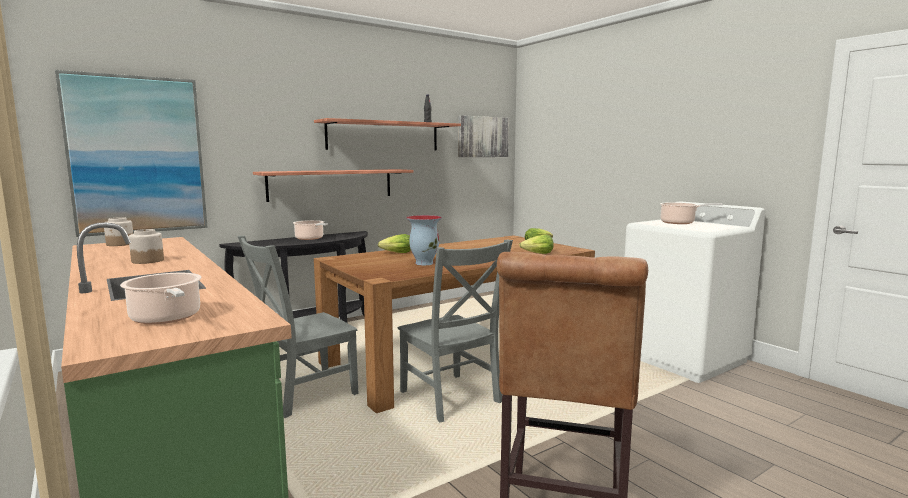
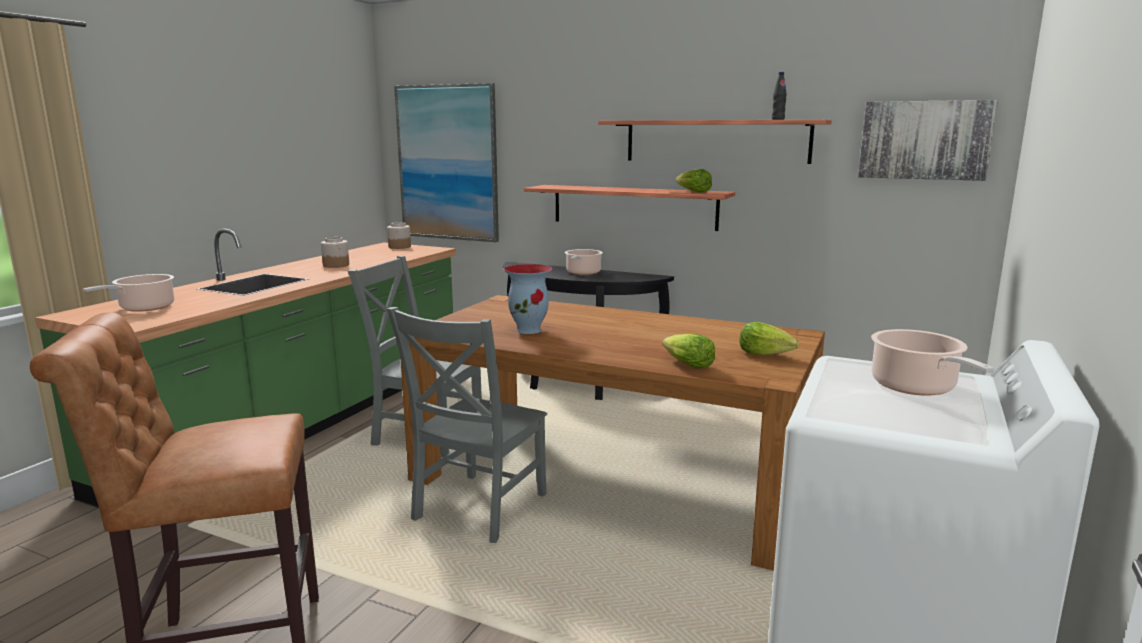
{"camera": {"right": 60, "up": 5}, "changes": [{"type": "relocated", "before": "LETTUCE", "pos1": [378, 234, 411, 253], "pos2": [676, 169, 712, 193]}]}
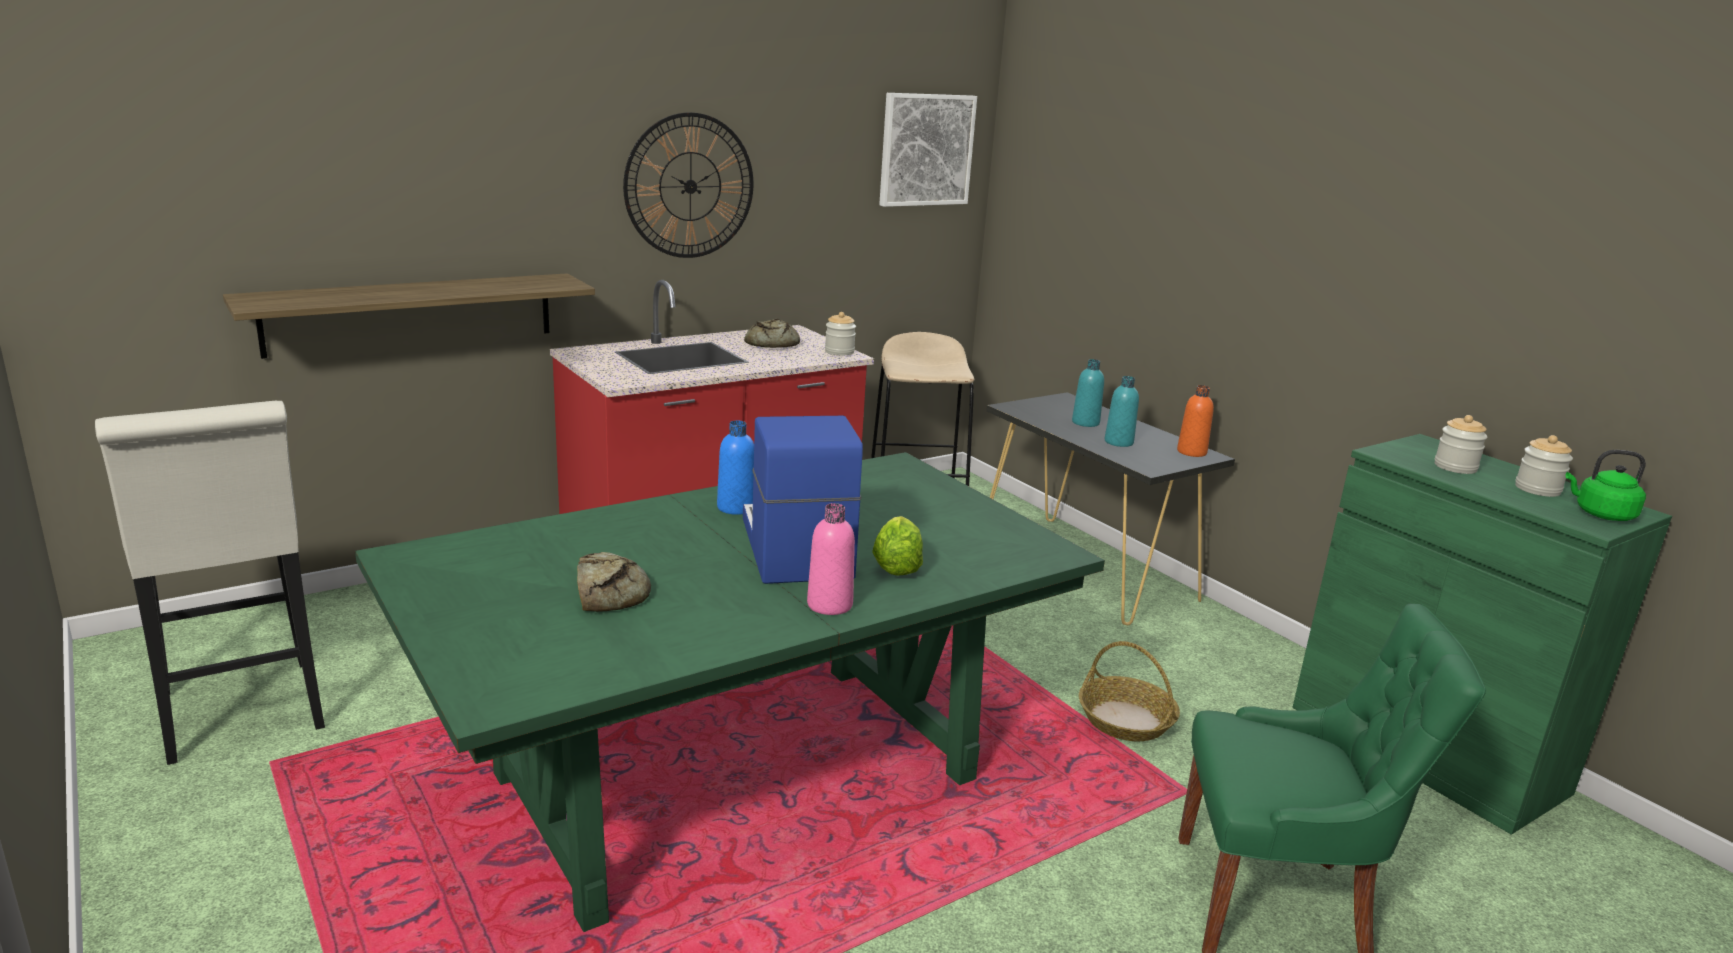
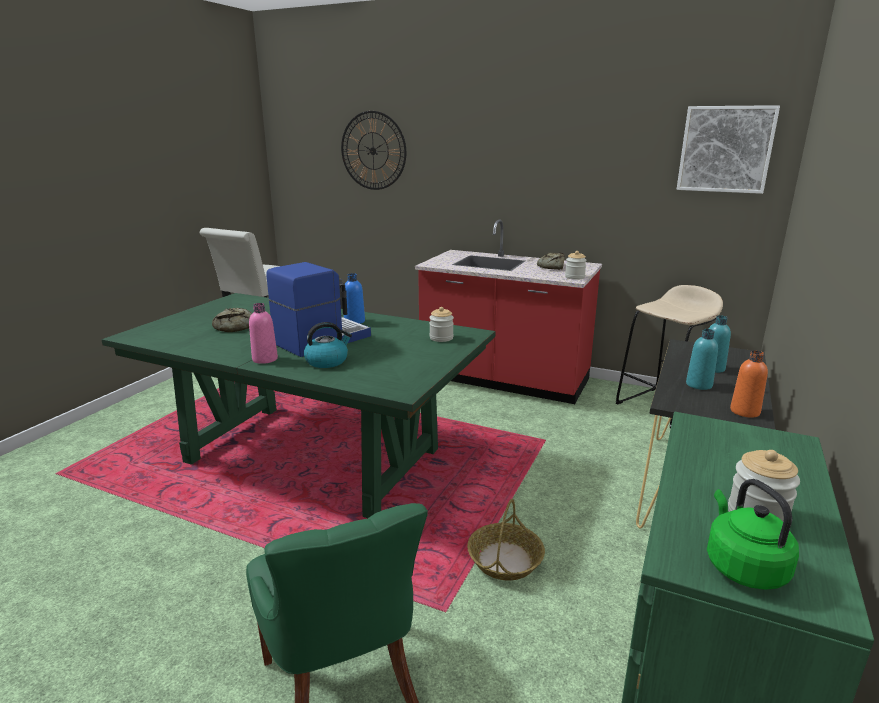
{"camera": {"right": 60, "up": 0}, "changes": [{"type": "missing", "before": "BRACKET SHELF", "pos1": [223, 273, 595, 359]}, {"type": "relocated", "before": "WALL CLOCK", "pos1": [623, 112, 754, 258], "pos2": [341, 111, 406, 190]}, {"type": "relocated", "before": "PRESERVE JAR", "pos1": [1435, 415, 1487, 474], "pos2": [429, 307, 454, 342]}, {"type": "exchanged", "before": "LETTUCE", "after": "WATER KETTLE", "pos1": [872, 516, 923, 576], "pos2": [304, 322, 352, 368]}]}
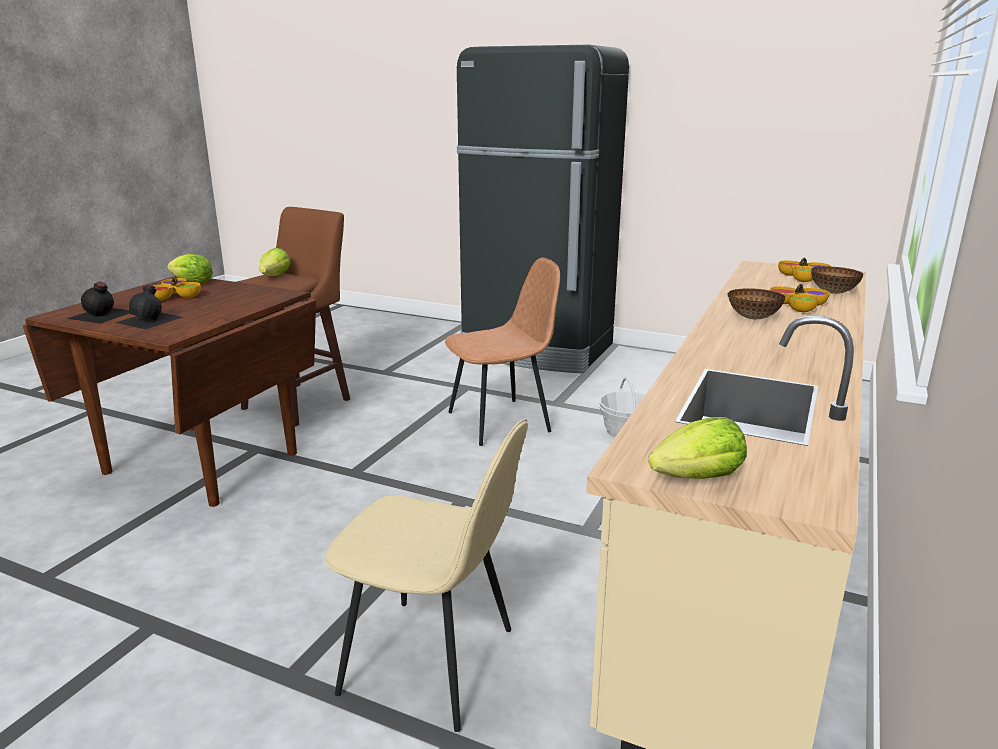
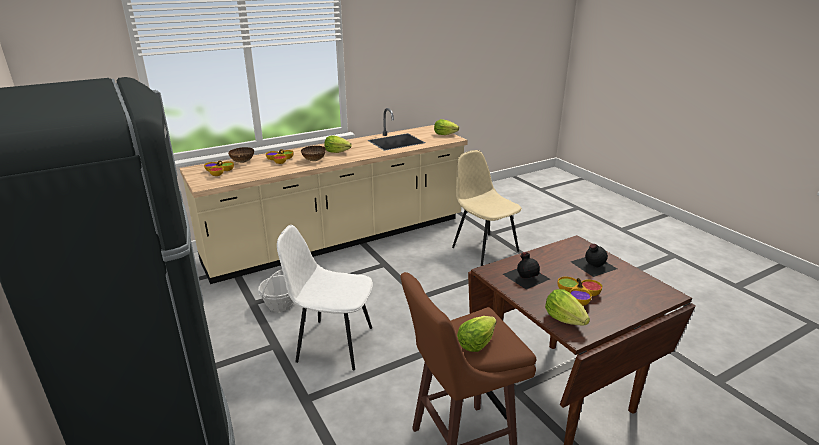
{"camera": {"right": -145, "up": 5}, "changes": [{"type": "appeared", "after": "LETTUCE", "pos2": [324, 135, 352, 153]}, {"type": "relocated", "before": "BLACKISH BOTTLE", "pos1": [67, 282, 130, 324], "pos2": [503, 252, 550, 290]}, {"type": "colour", "before": "BROWNISH UPRIGHT CHAIR", "after": "WHITE-COLOURED UPRIGHT CHAIR", "pos1": [445, 258, 560, 446], "pos2": [277, 225, 373, 370]}]}
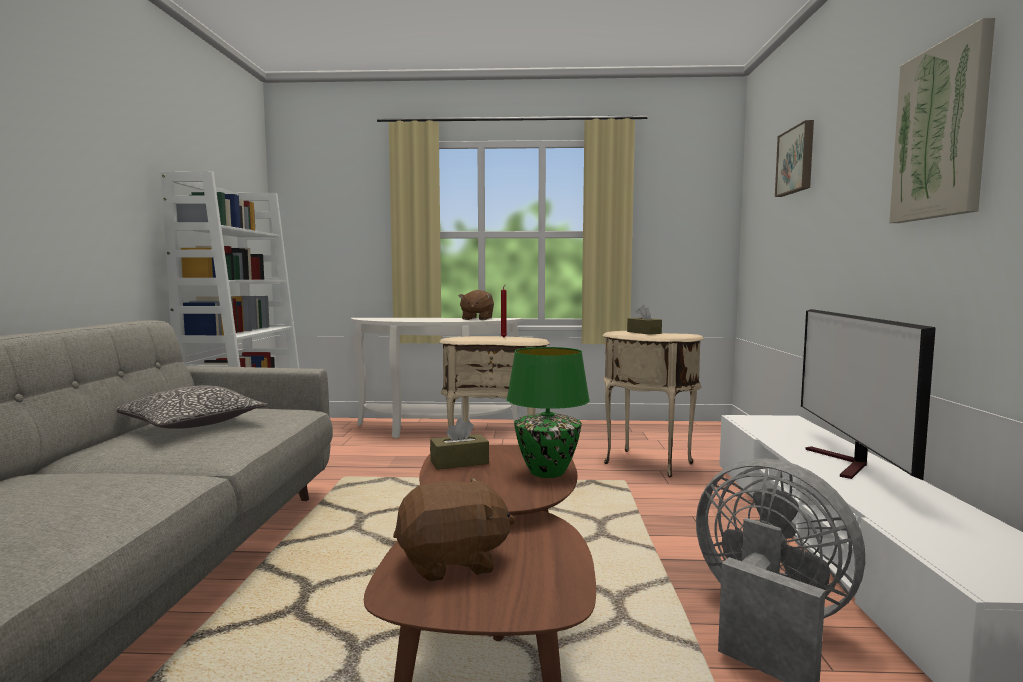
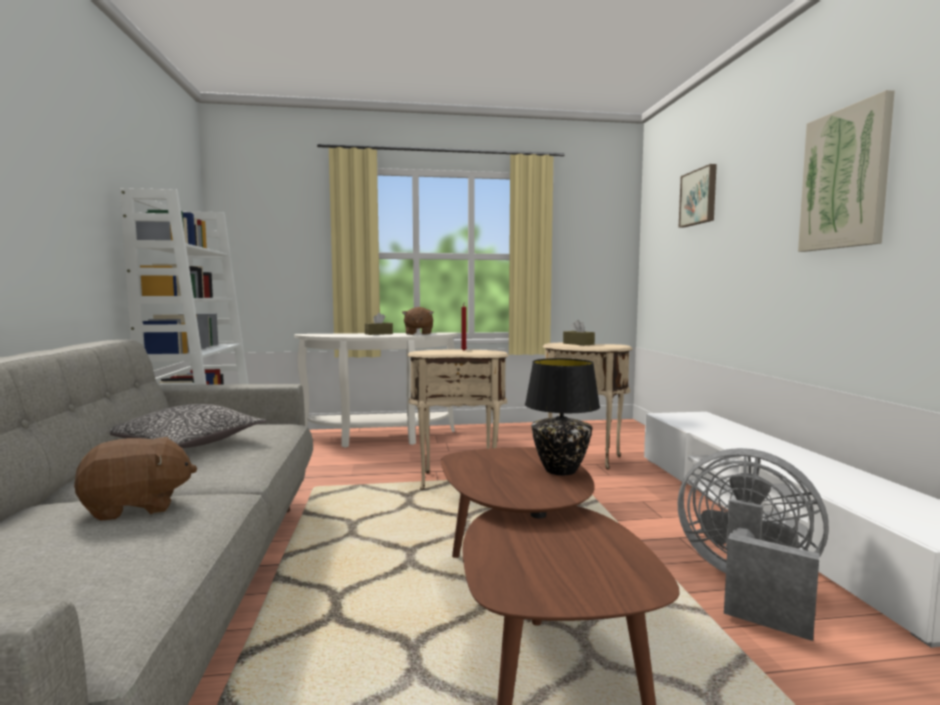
{"camera": {"right": -10, "up": 0}, "changes": [{"type": "missing", "before": "TV", "pos1": [801, 309, 936, 480]}, {"type": "relocated", "before": "BROWNISH CUDDLY TOY", "pos1": [393, 477, 515, 582], "pos2": [74, 437, 197, 520]}, {"type": "relocated", "before": "BROWNISH BOX OF TISSUES", "pos1": [430, 418, 489, 470], "pos2": [365, 313, 393, 335]}, {"type": "colour", "before": "GREEN-COLOURED TABLETOP LAMP", "after": "BLACKISH TABLETOP LAMP", "pos1": [507, 347, 590, 478], "pos2": [525, 358, 600, 476]}]}
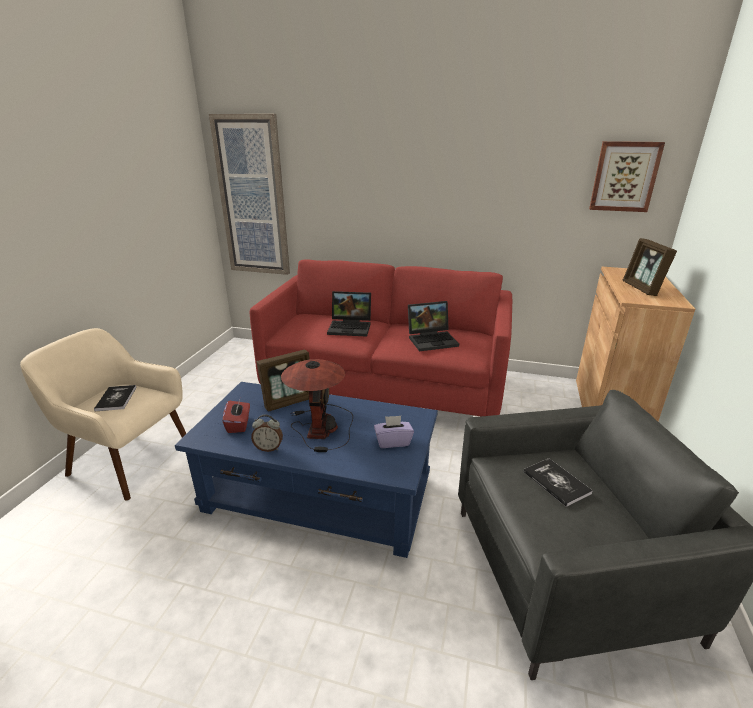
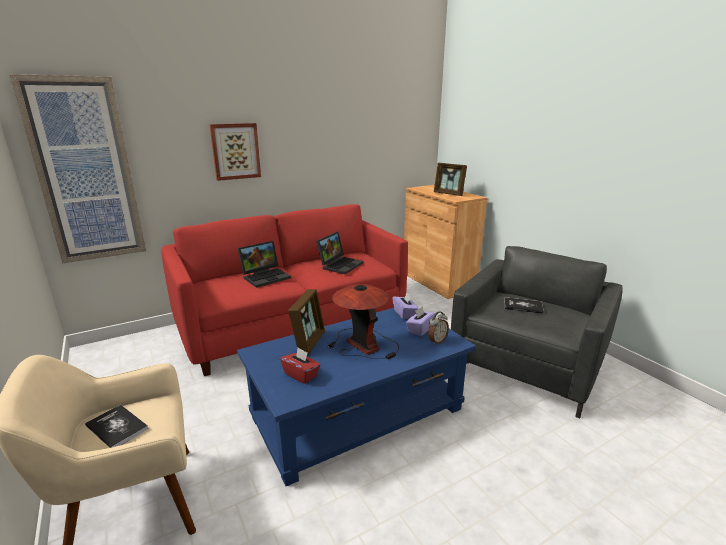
{"camera": {"right": -45, "up": -5}, "changes": [{"type": "appeared", "after": "PURPLISH BOX OF TISSUES", "pos2": [392, 292, 419, 320]}, {"type": "relocated", "before": "BEDSIDE CLOCK", "pos1": [251, 414, 283, 452], "pos2": [428, 311, 449, 345]}, {"type": "relocated", "before": "WALL ART", "pos1": [589, 141, 665, 212], "pos2": [209, 123, 261, 181]}]}
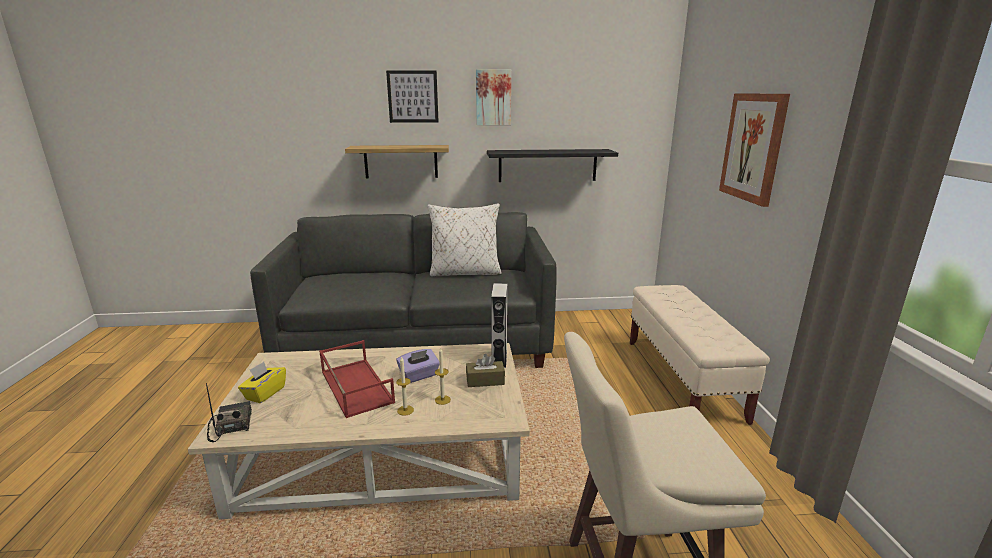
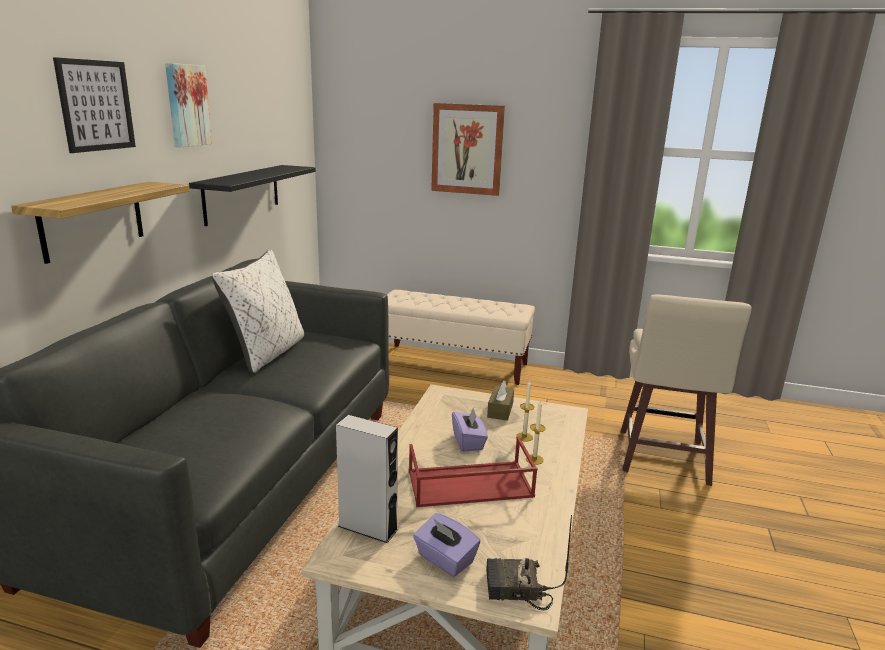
{"camera": {"right": -70, "up": 0}, "changes": [{"type": "relocated", "before": "GREYISH SPEAKER", "pos1": [491, 283, 507, 368], "pos2": [336, 415, 398, 543]}, {"type": "colour", "before": "YELLOWISH BOX OF TISSUES", "after": "PURPLISH BOX OF TISSUES", "pos1": [238, 362, 286, 403], "pos2": [413, 513, 480, 577]}]}
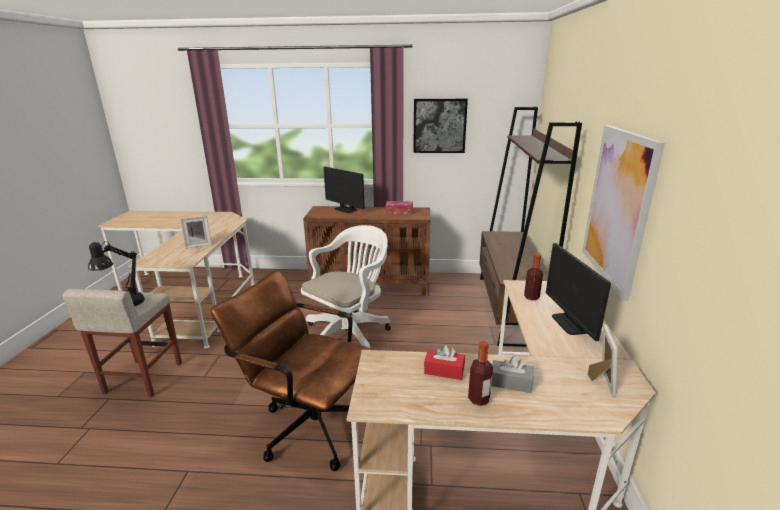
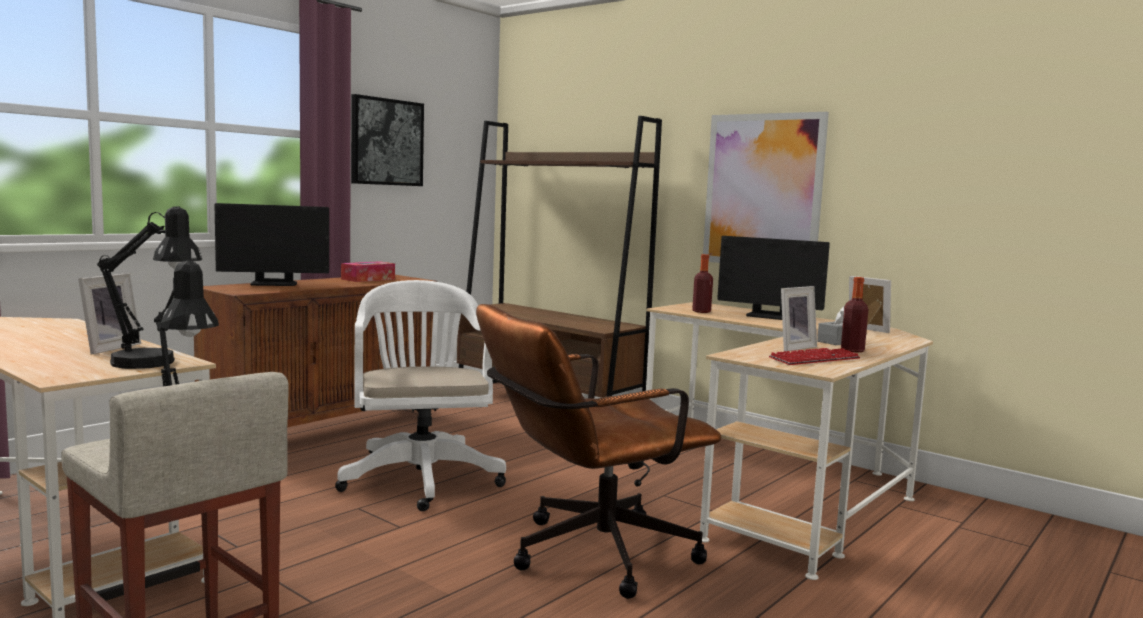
{"camera": {"right": -55, "up": -15}, "changes": [{"type": "appeared", "after": "BLACKISH TABLETOP LAMP", "pos2": [97, 206, 202, 369]}, {"type": "appeared", "after": "COMPUTER KEYBOARD", "pos2": [769, 348, 860, 365]}, {"type": "exchanged", "before": "REDDISH BOX OF TISSUES", "after": "PICTURE FRAME", "pos1": [424, 345, 465, 380], "pos2": [781, 286, 817, 351]}]}
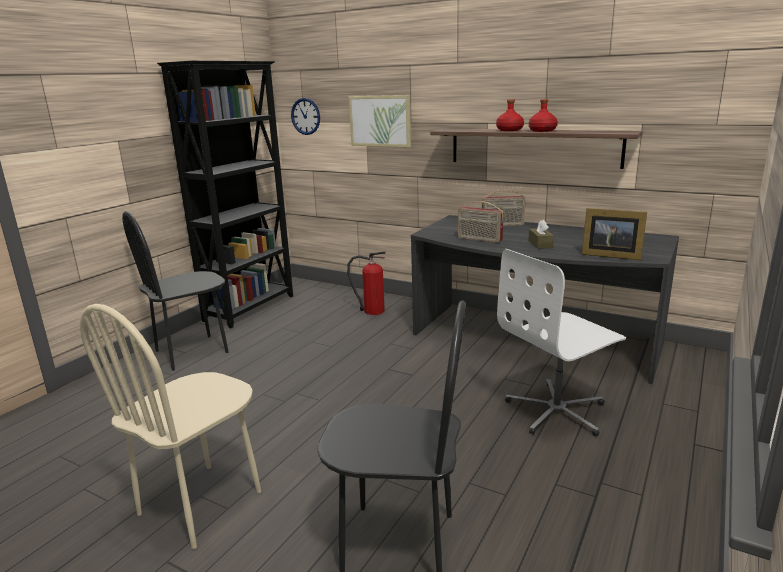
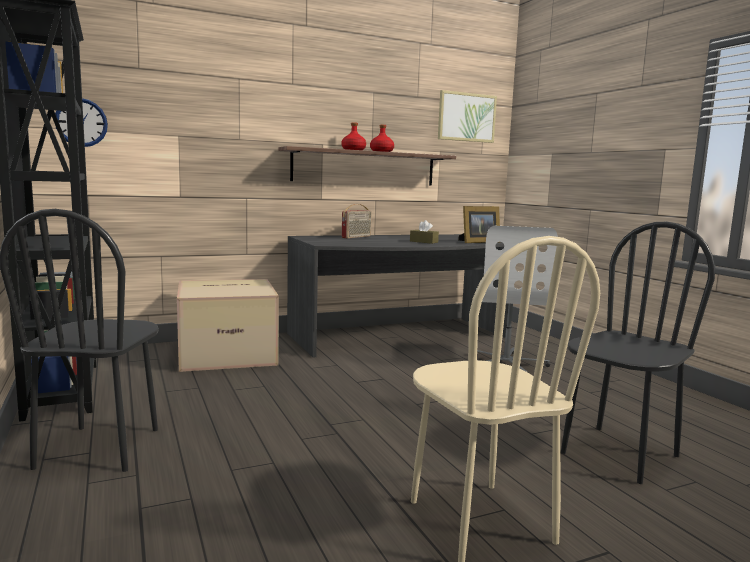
{"camera": {"right": -55, "up": -10}, "changes": [{"type": "missing", "before": "RADIO RECEIVER", "pos1": [458, 201, 504, 243]}, {"type": "relocated", "before": "WALL ART", "pos1": [349, 95, 411, 147], "pos2": [438, 90, 497, 143]}, {"type": "exchanged", "before": "FIRE-FIGHTING CYLINDER", "after": "CARDBOARD BOX", "pos1": [347, 252, 386, 315], "pos2": [177, 279, 279, 372]}]}
